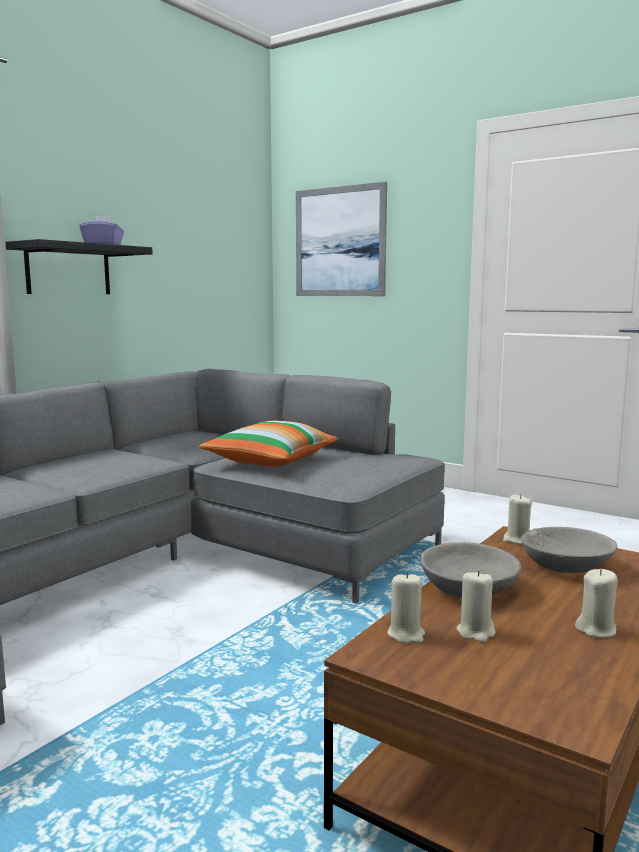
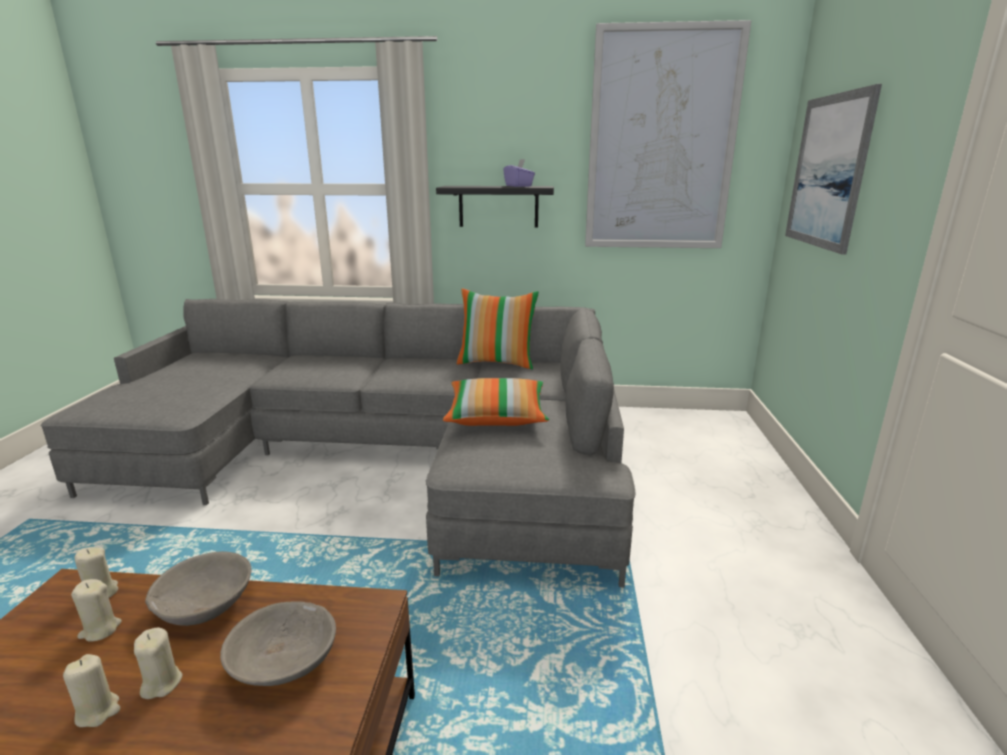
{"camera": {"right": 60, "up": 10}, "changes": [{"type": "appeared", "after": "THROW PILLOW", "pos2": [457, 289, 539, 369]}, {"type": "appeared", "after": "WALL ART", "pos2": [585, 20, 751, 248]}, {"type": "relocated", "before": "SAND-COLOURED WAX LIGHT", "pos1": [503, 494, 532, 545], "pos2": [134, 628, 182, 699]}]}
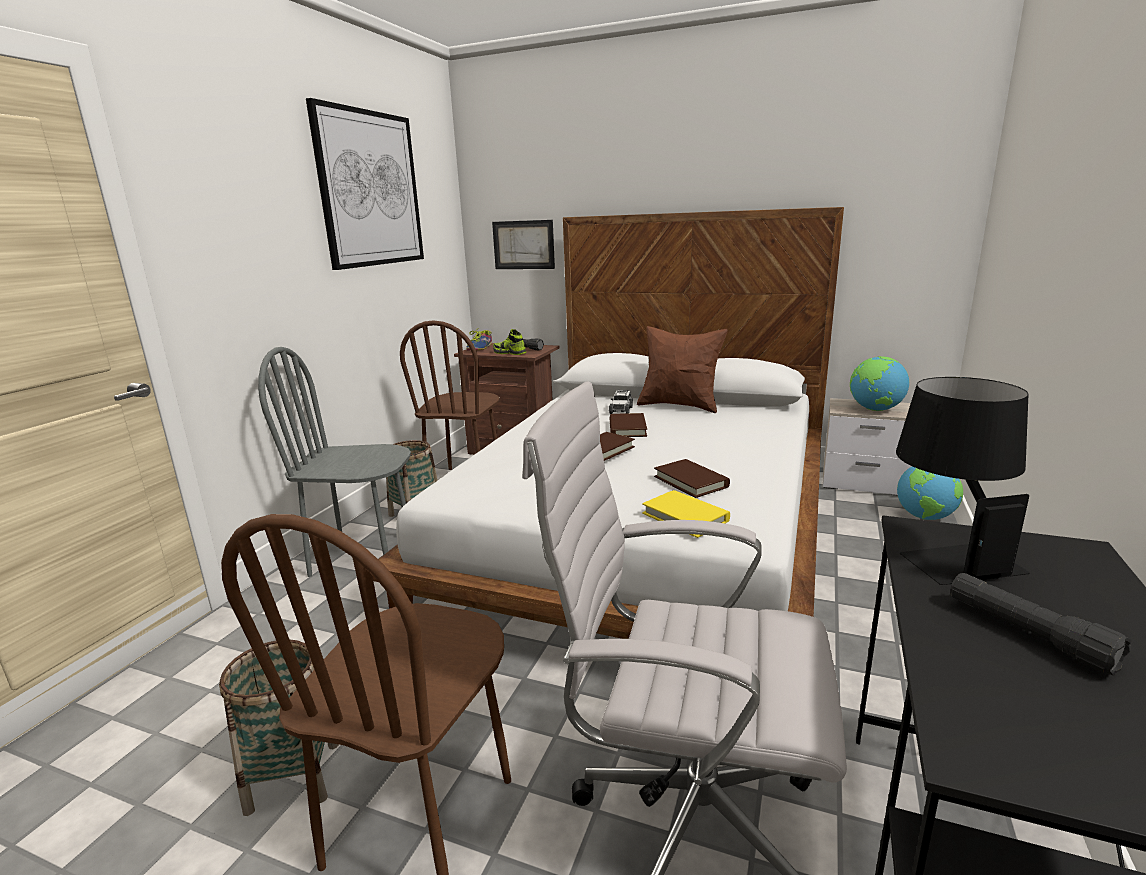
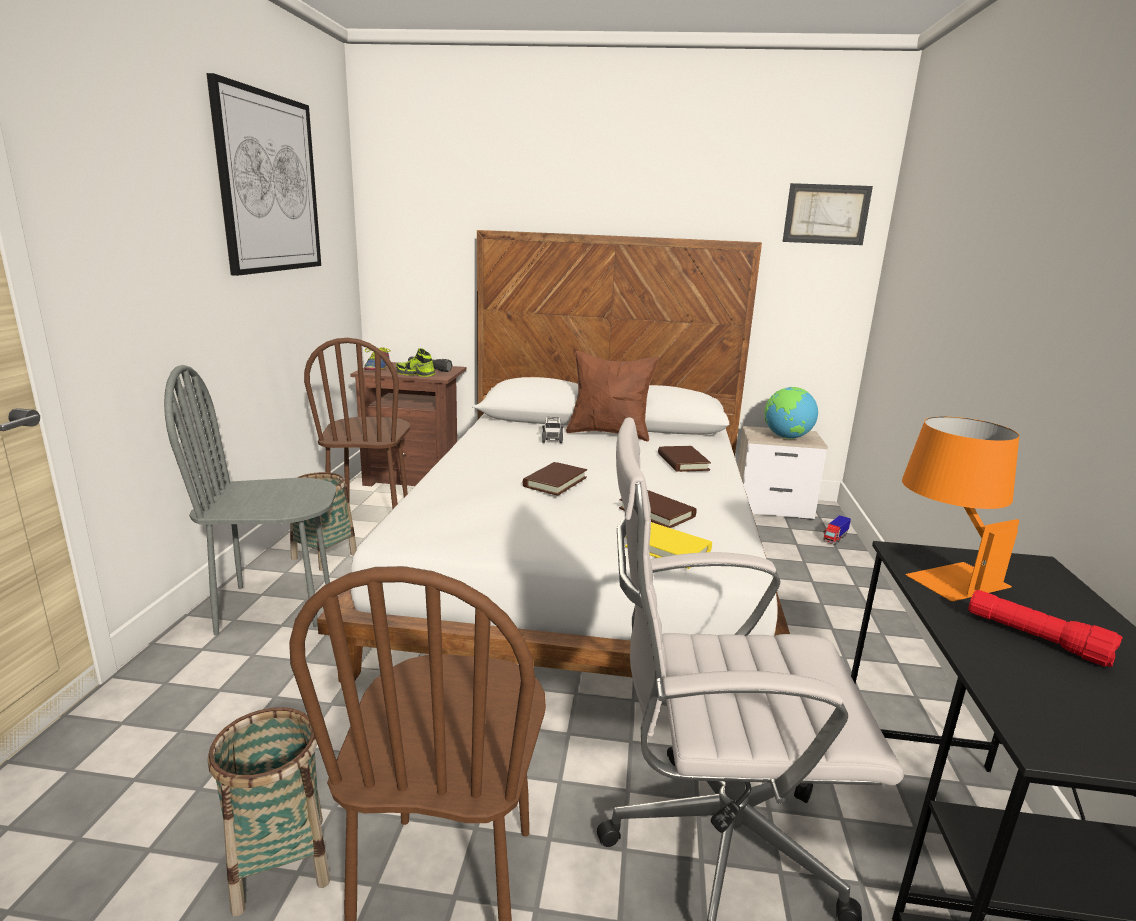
{"camera": {"right": -15, "up": 0}, "changes": [{"type": "relocated", "before": "WALL ART", "pos1": [492, 220, 555, 269], "pos2": [783, 183, 873, 245]}, {"type": "relocated", "before": "BROWNISH BOOK", "pos1": [610, 413, 647, 437], "pos2": [658, 446, 711, 472]}, {"type": "exchanged", "before": "WORLD GLOBE", "after": "TOY LORRY", "pos1": [897, 466, 963, 520], "pos2": [823, 515, 851, 545]}, {"type": "colour", "before": "BLACKISH TABLETOP LAMP", "after": "ORANGEY TABLETOP LAMP", "pos1": [896, 377, 1030, 585], "pos2": [902, 417, 1019, 601]}, {"type": "colour", "before": "BLACKISH HAND TORCH", "after": "REDDISH HAND TORCH", "pos1": [950, 573, 1132, 675], "pos2": [968, 590, 1123, 667]}]}
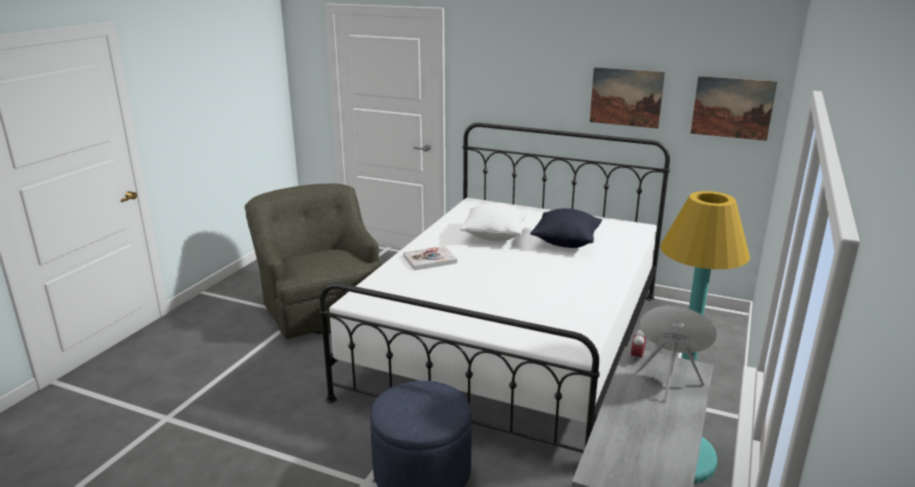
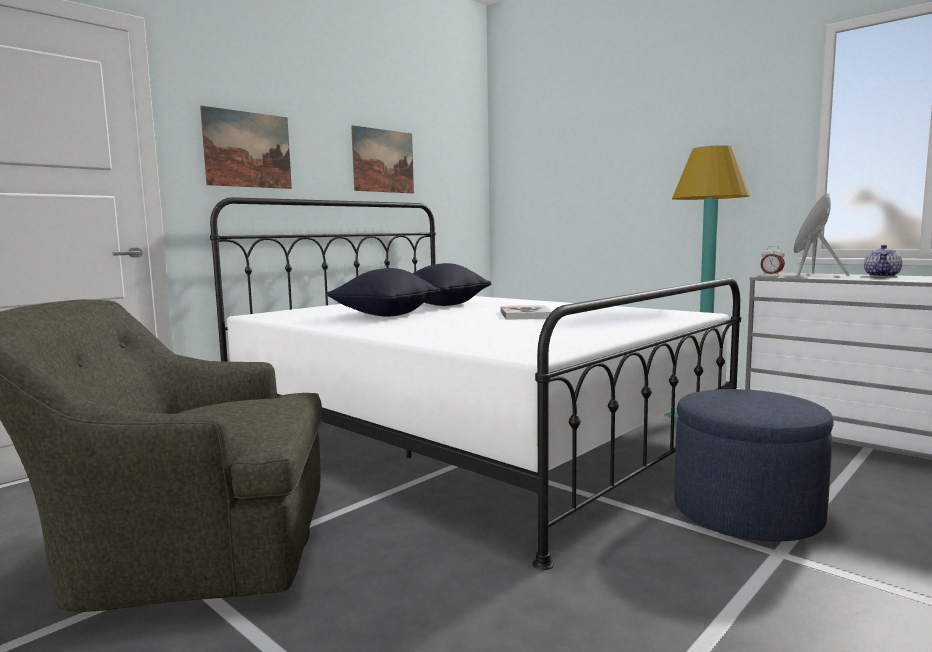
{"camera": {"right": -70, "up": -15}, "changes": [{"type": "appeared", "after": "TEA POT", "pos2": [864, 245, 902, 277]}, {"type": "relocated", "before": "BOOK", "pos1": [403, 246, 457, 270], "pos2": [500, 305, 552, 320]}, {"type": "relocated", "before": "WALL ART", "pos1": [691, 76, 777, 141], "pos2": [200, 106, 292, 189]}, {"type": "colour", "before": "WHITE-COLOURED THROW PILLOW", "after": "BLACKISH THROW PILLOW", "pos1": [460, 203, 527, 241], "pos2": [327, 268, 440, 317]}]}
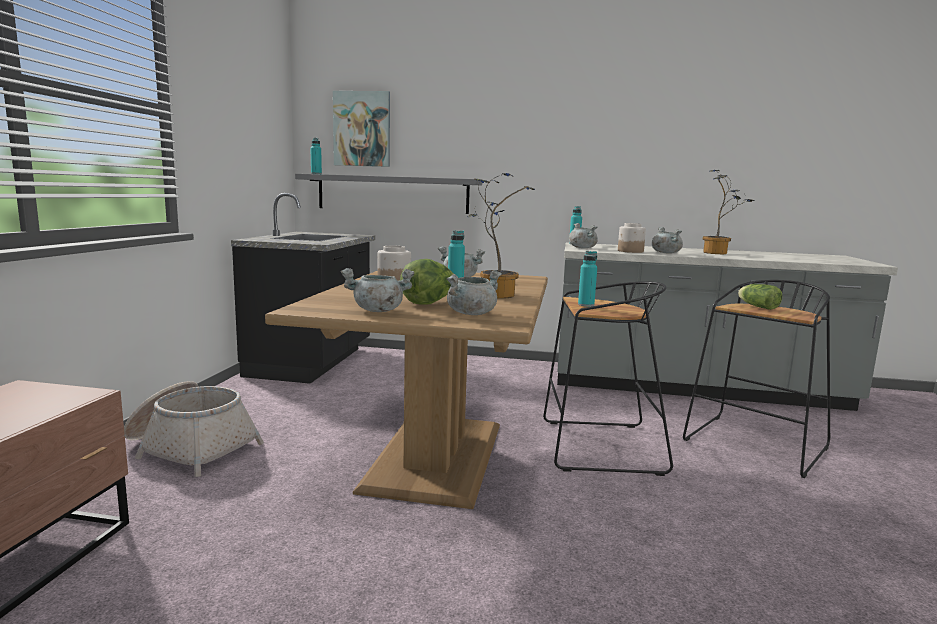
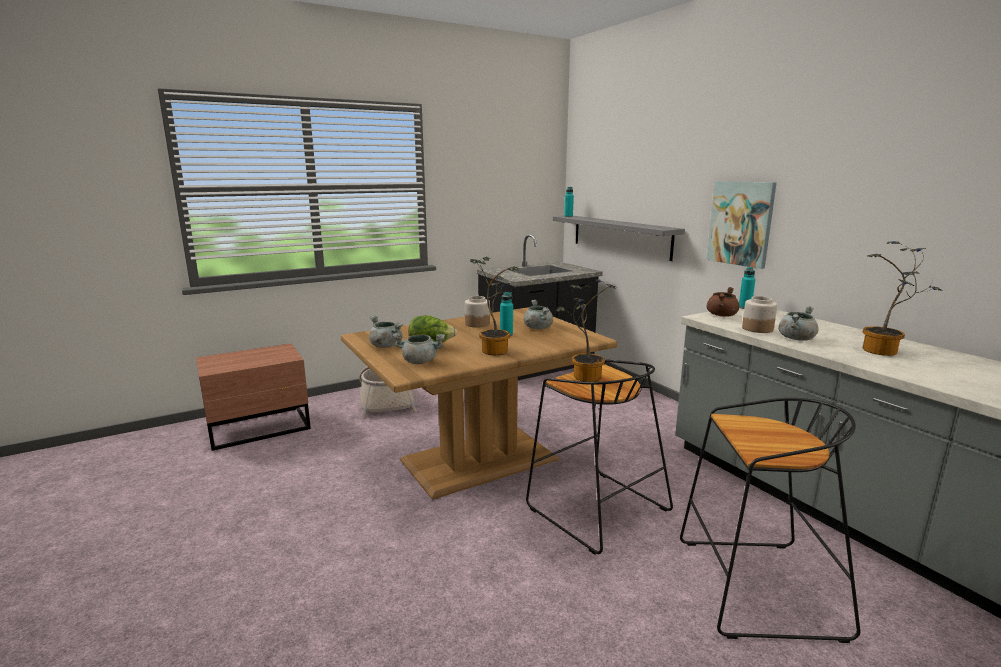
{"camera": {"right": 50, "up": 5}, "changes": [{"type": "missing", "before": "LETTUCE", "pos1": [738, 284, 782, 310]}, {"type": "relocated", "before": "WALL ART", "pos1": [333, 91, 390, 167], "pos2": [706, 181, 777, 269]}, {"type": "exchanged", "before": "TURQUOISE-COLOURED BOTTLE", "after": "PLANT IN A POT", "pos1": [578, 251, 597, 307], "pos2": [556, 279, 616, 382]}, {"type": "colour", "before": "GREYISH COOKING POT", "after": "BROWNISH COOKING POT", "pos1": [569, 223, 598, 248], "pos2": [707, 287, 739, 317]}]}
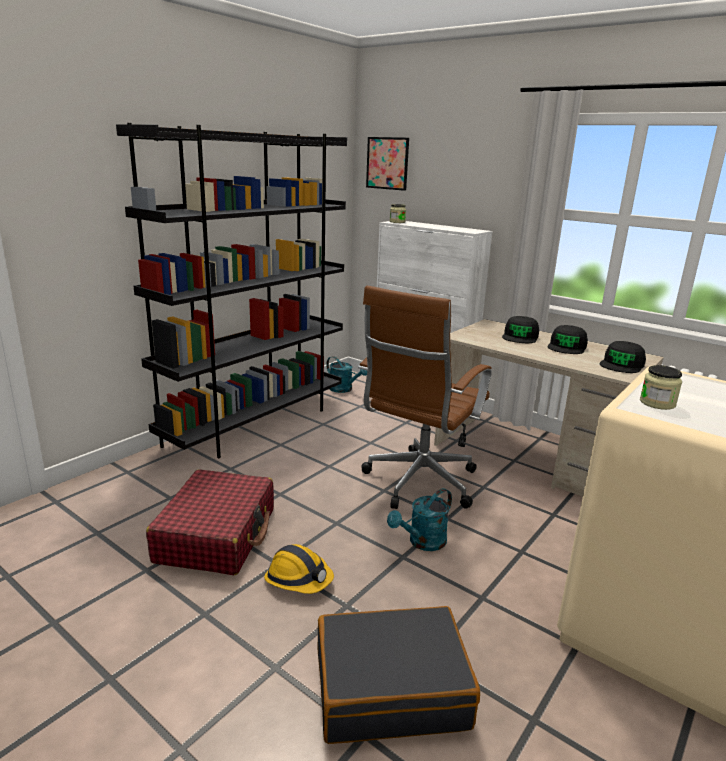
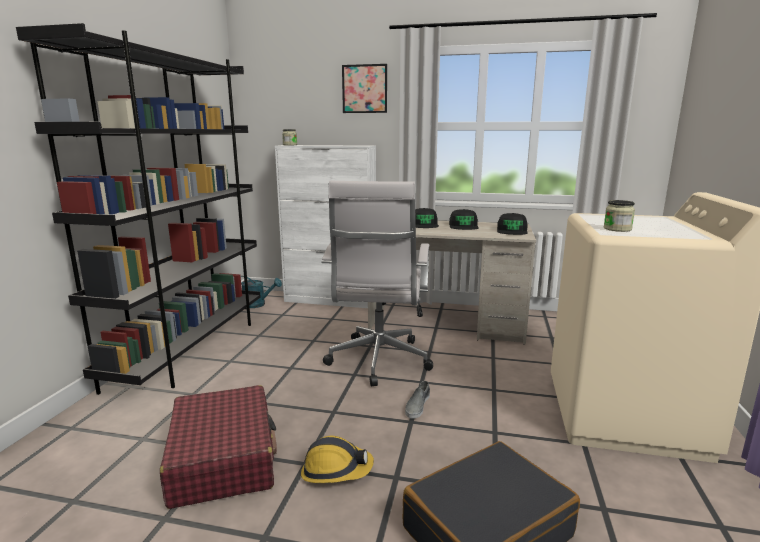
{"camera": {"right": -25, "up": -5}, "changes": [{"type": "relocated", "before": "WALL ART", "pos1": [366, 137, 409, 191], "pos2": [342, 64, 387, 113]}, {"type": "exchanged", "before": "TURQUOISE-COLOURED WATERING POT", "after": "GREYISH ITEM OF FOOTWEAR", "pos1": [387, 488, 452, 551], "pos2": [405, 381, 430, 419]}, {"type": "colour", "before": "BROWNISH DESK CHAIR", "after": "WHITE-COLOURED DESK CHAIR", "pos1": [358, 286, 492, 509], "pos2": [322, 181, 433, 387]}]}
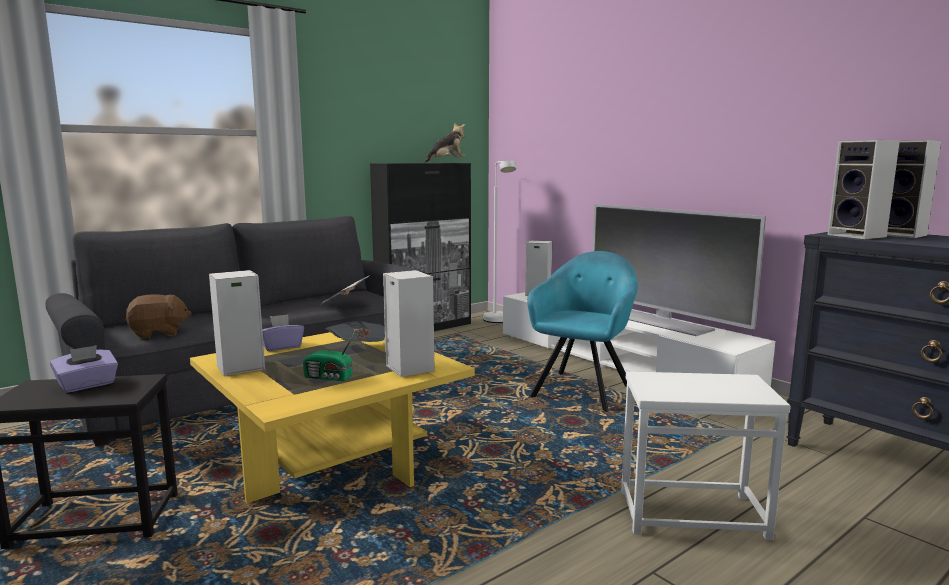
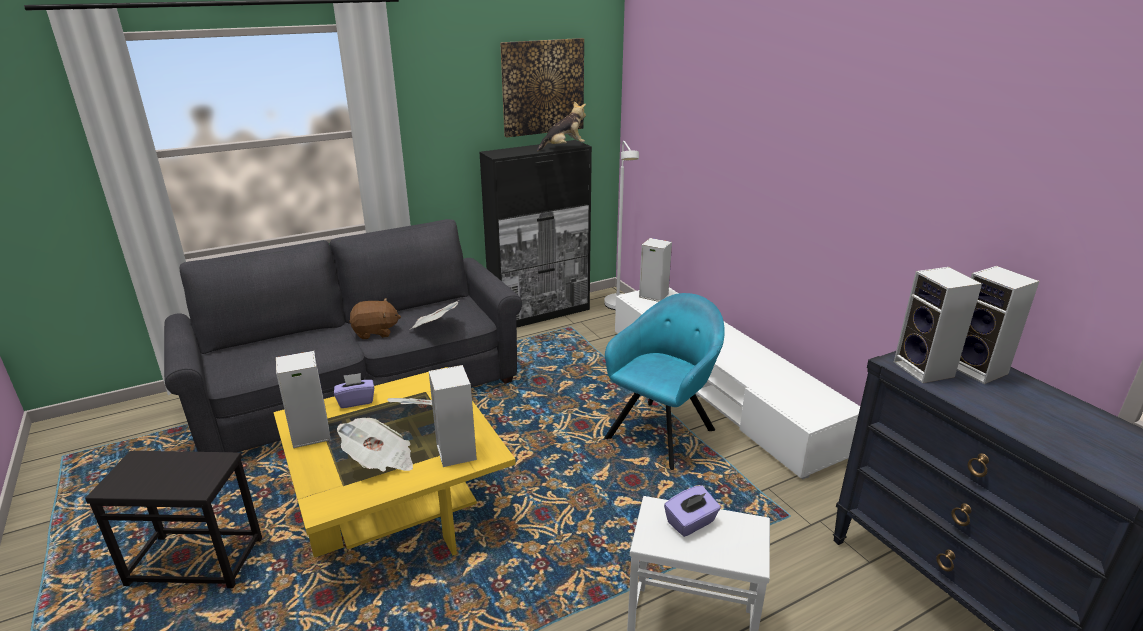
{"camera": {"right": 10, "up": 15}, "changes": [{"type": "missing", "before": "TV", "pos1": [592, 204, 766, 336]}, {"type": "appeared", "after": "WALL ART", "pos2": [500, 38, 584, 137]}, {"type": "relocated", "before": "PURPLISH BOX OF TISSUES", "pos1": [50, 345, 118, 393], "pos2": [664, 485, 721, 537]}, {"type": "relocated", "before": "BROWNISH CUDDLY TOY", "pos1": [125, 294, 192, 338], "pos2": [349, 298, 401, 339]}, {"type": "exchanged", "before": "RADIO RECEIVER", "after": "PRINTED PAPER", "pos1": [303, 332, 355, 381], "pos2": [337, 418, 413, 472]}]}
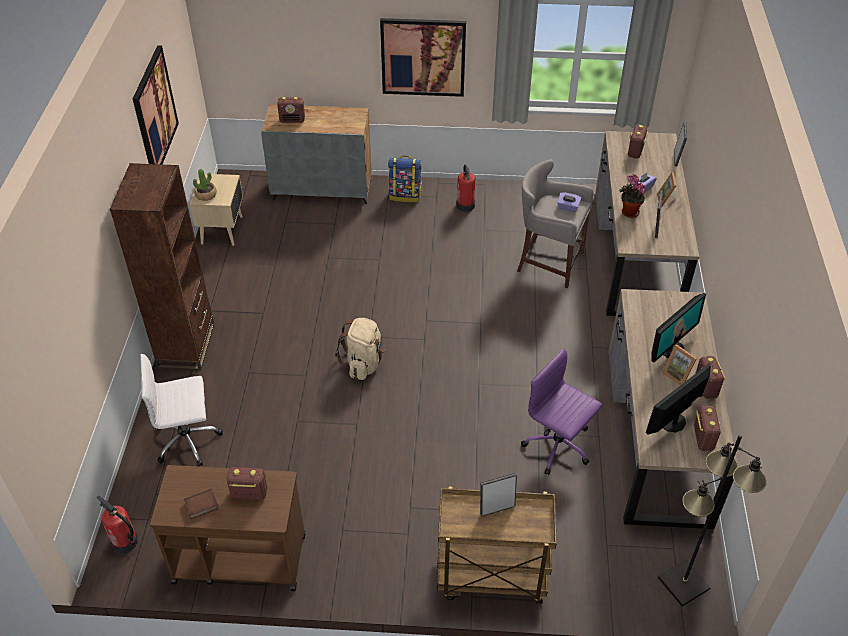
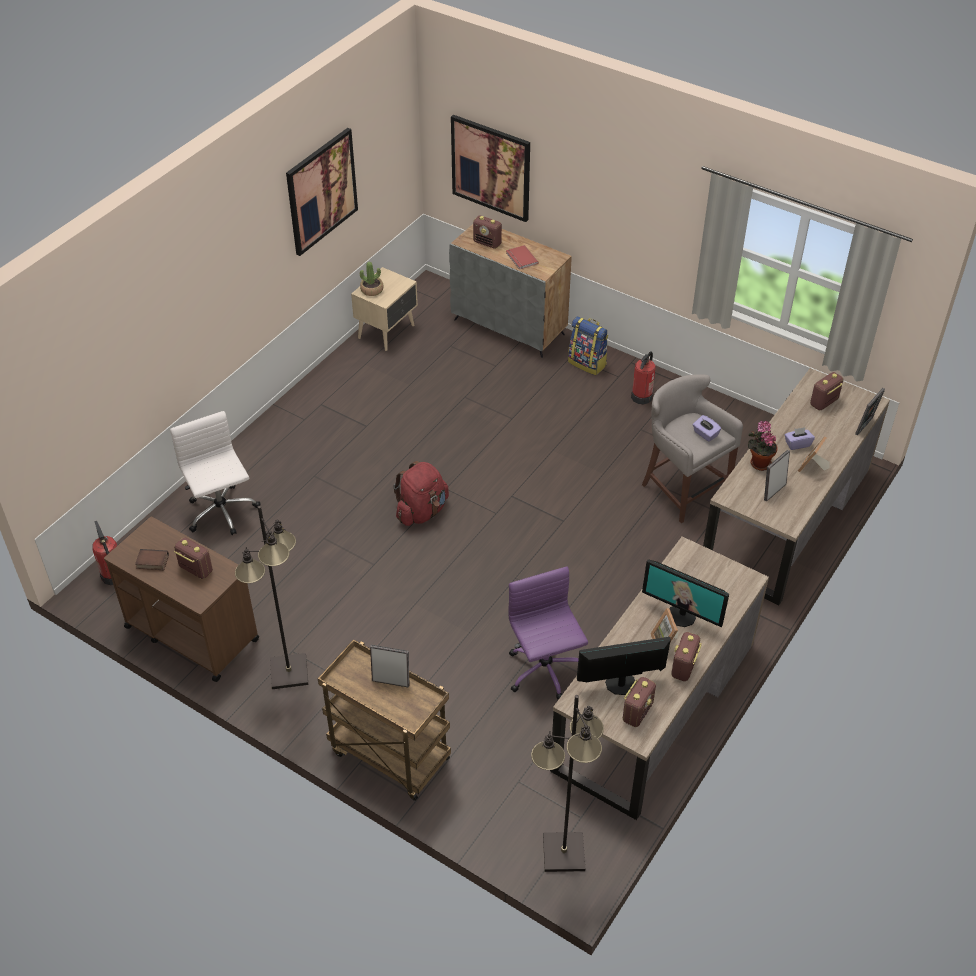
{"camera": {"right": 30, "up": 0}, "changes": [{"type": "missing", "before": "BROWNISH BOOKCASE", "pos1": [110, 163, 214, 370]}, {"type": "appeared", "after": "BLACKISH FLOOR LAMP", "pos2": [235, 506, 308, 689]}, {"type": "appeared", "after": "REDDISH BOOK", "pos2": [506, 245, 538, 270]}, {"type": "relocated", "before": "WALL ART", "pos1": [380, 18, 466, 97], "pos2": [451, 115, 530, 222]}, {"type": "colour", "before": "SAND-COLOURED RUCKSACK", "after": "REDDISH RUCKSACK", "pos1": [335, 318, 386, 380], "pos2": [393, 461, 449, 526]}, {"type": "spun", "before": "WHITE-COLOURED DESK CHAIR", "pos1": [140, 354, 223, 467], "pos2": [170, 411, 261, 535], "turn": 45}, {"type": "spun", "before": "COMPUTER SCREEN", "pos1": [652, 293, 706, 363], "pos2": [642, 559, 729, 627], "turn": 45}]}
